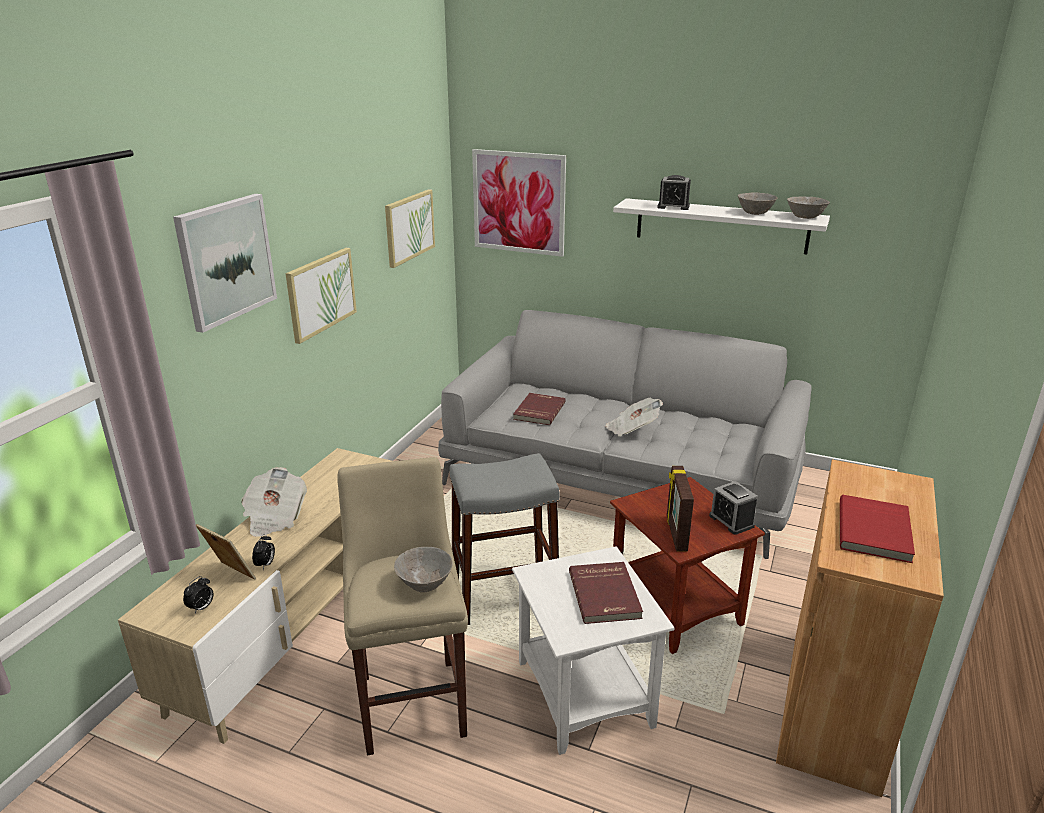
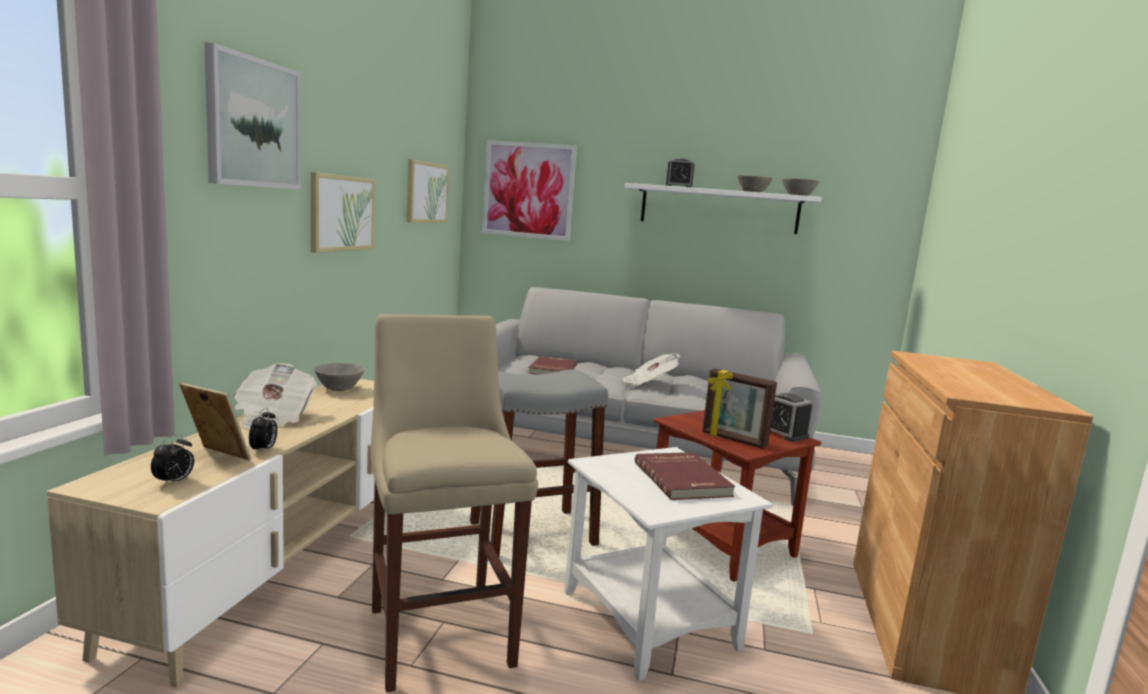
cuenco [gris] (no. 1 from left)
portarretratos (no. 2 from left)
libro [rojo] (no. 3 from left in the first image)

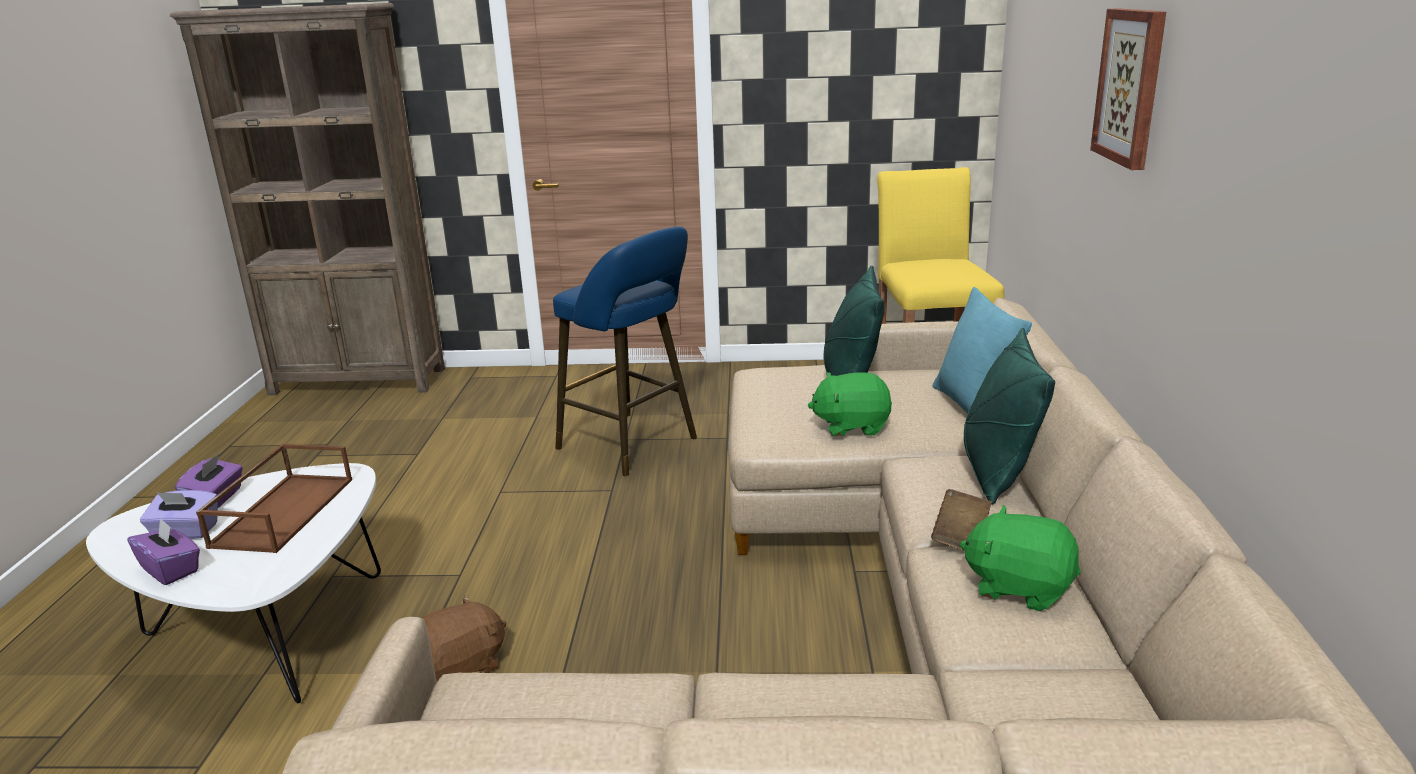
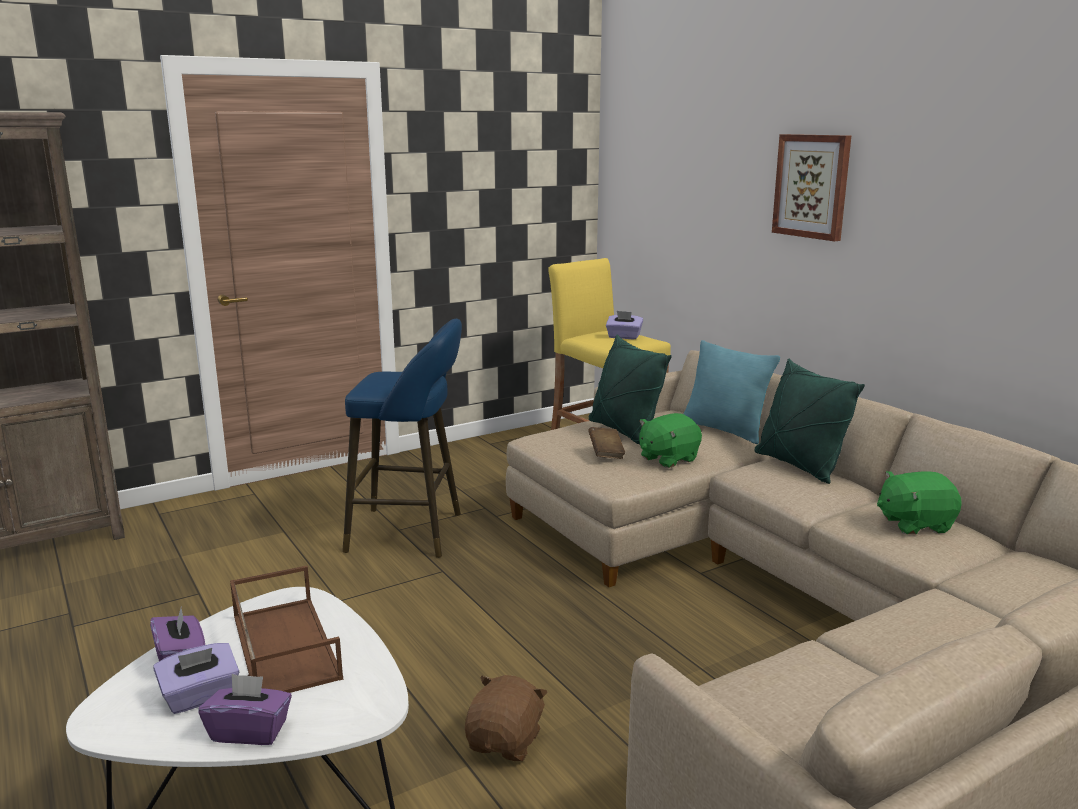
libro [marrón]
caja de pañuelos [morado] (no. 4 from left)

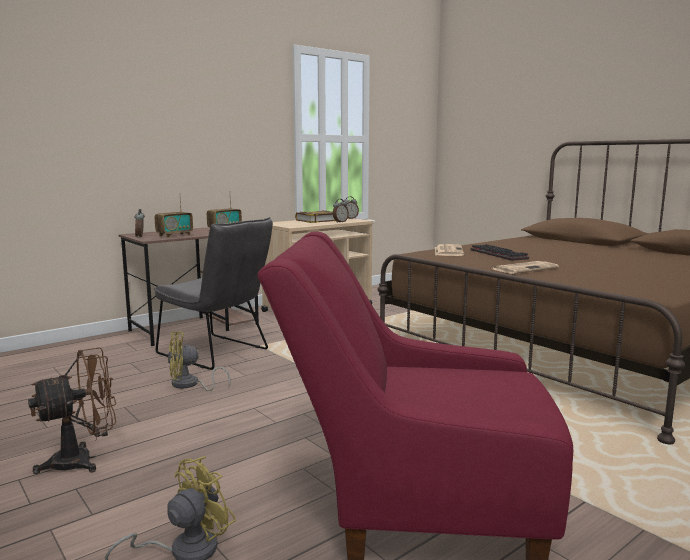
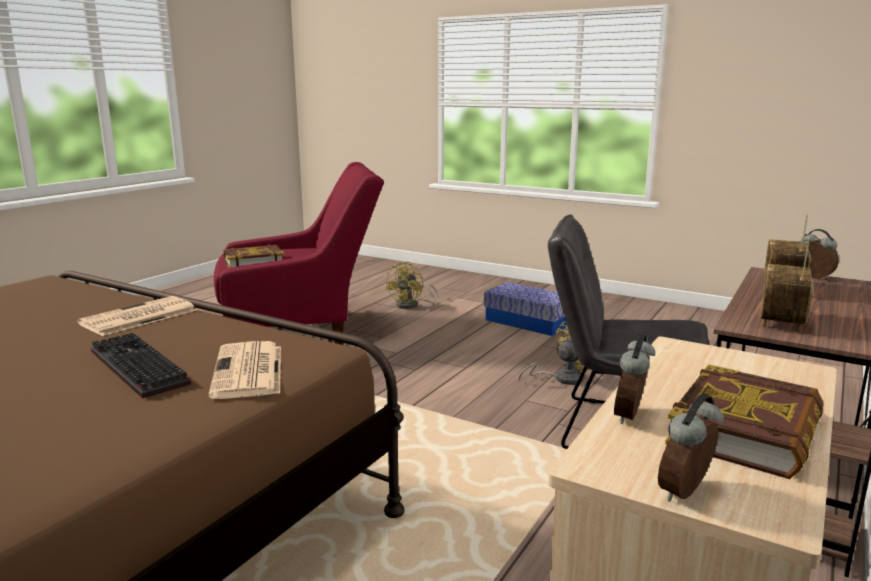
libro (no. 1 from left)
caja de almacenaje

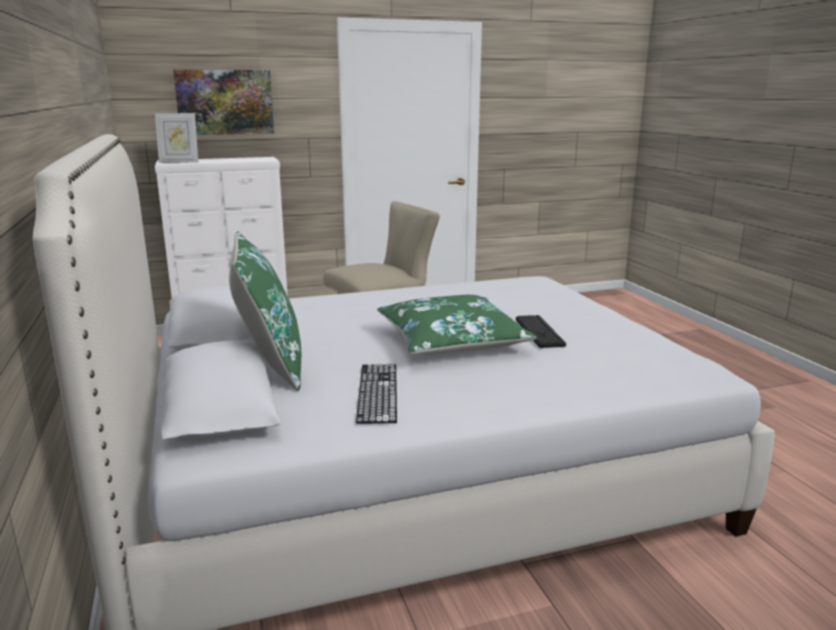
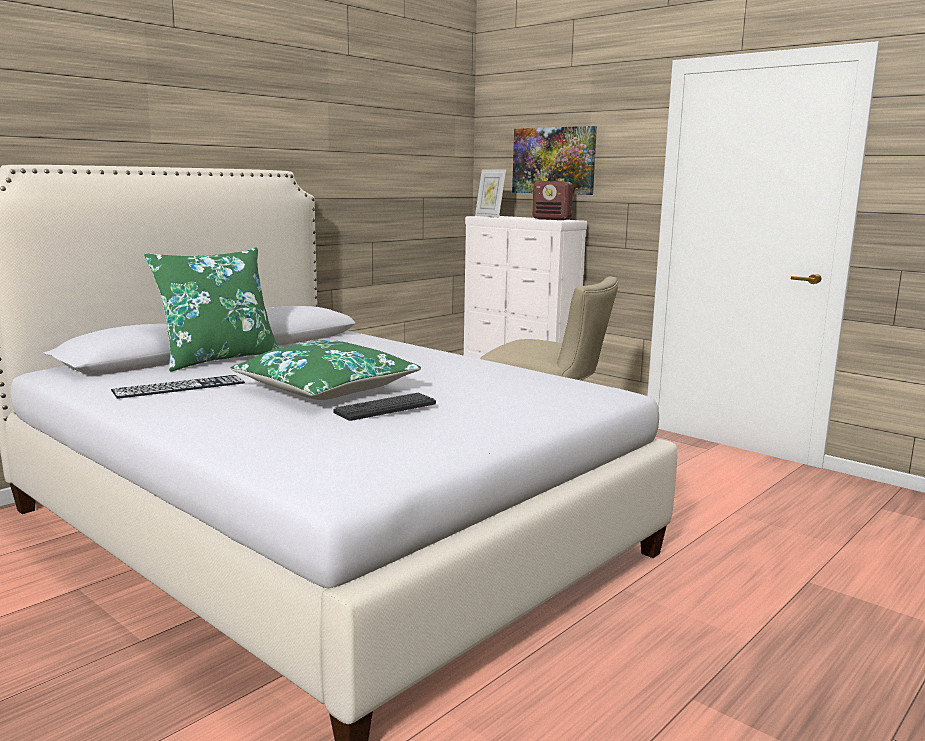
radio

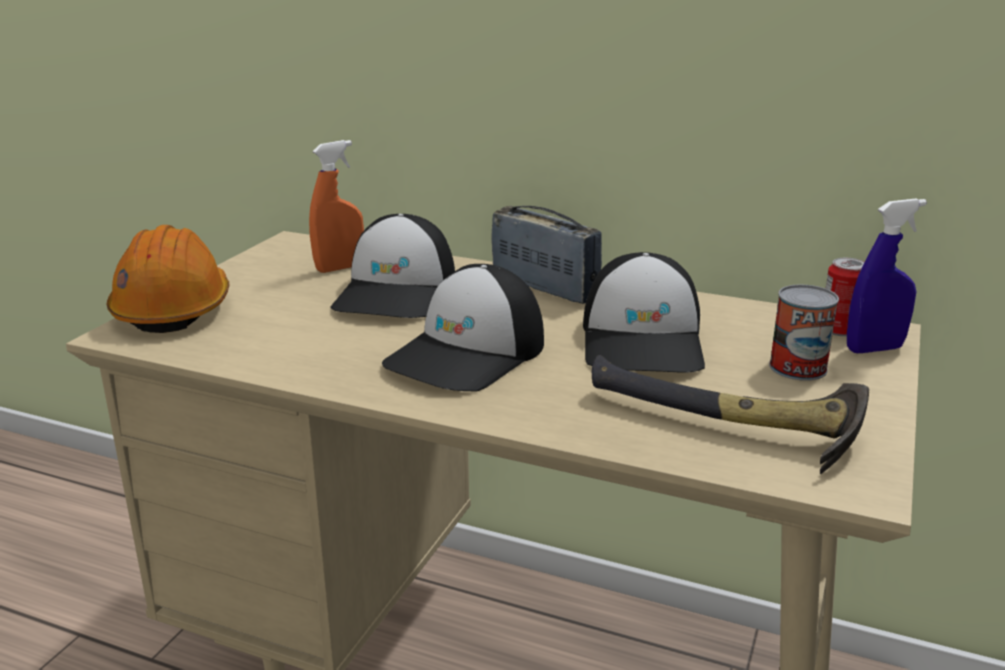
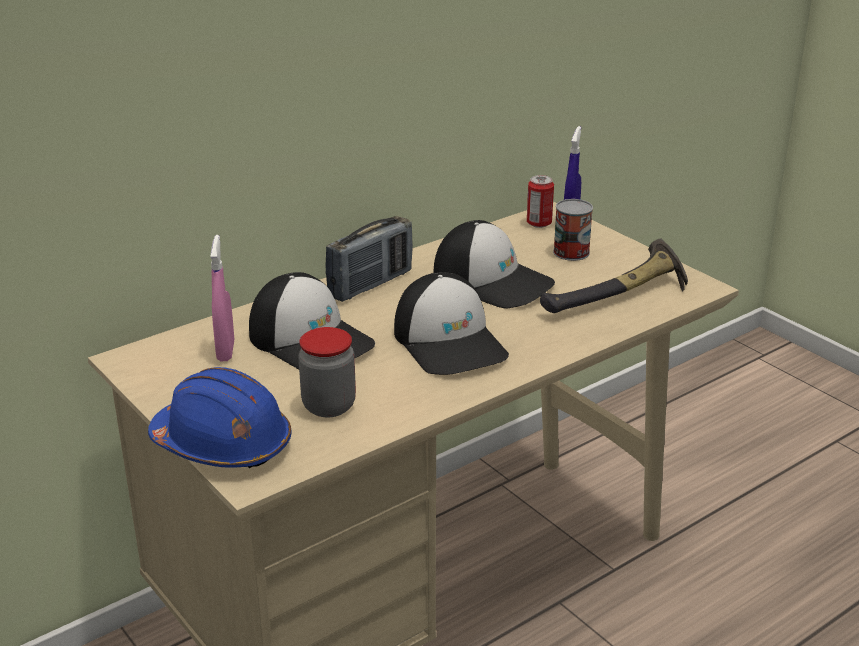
casco [azul]
pulverizador [rosa]
tarro
radio

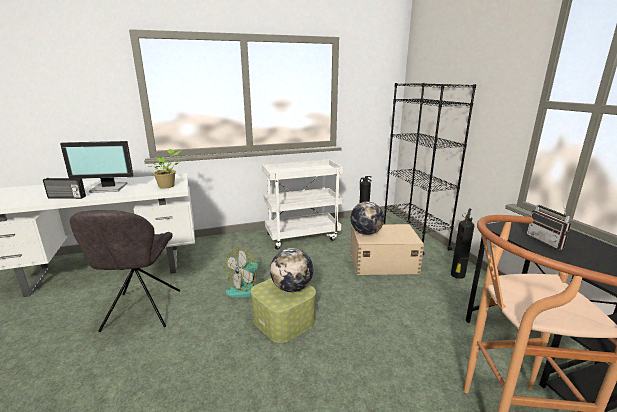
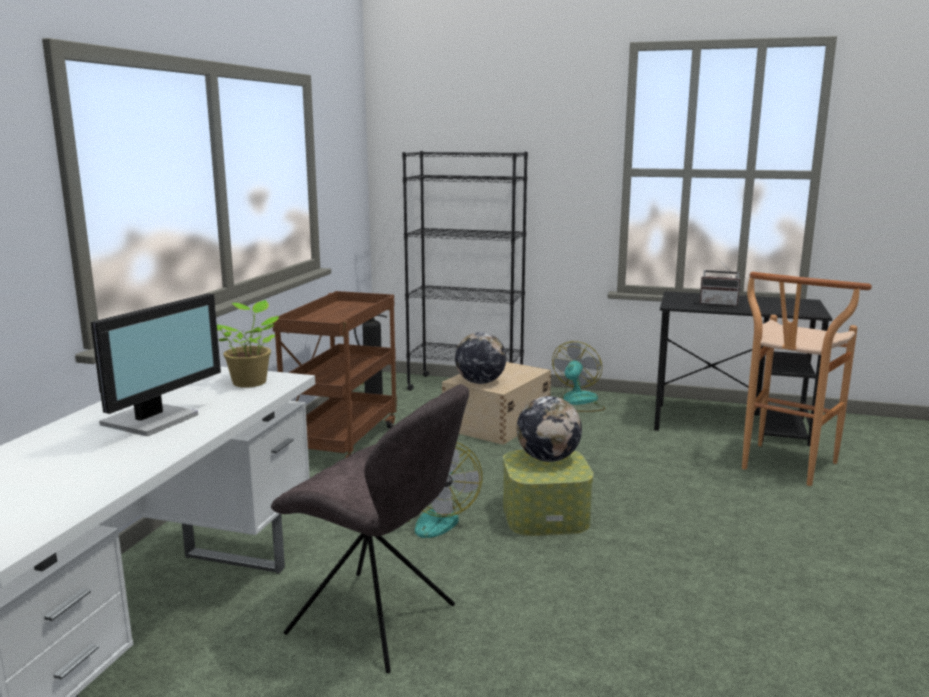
carrito [marrón]
ventilador (no. 2 from left)
radio (no. 1 from left in the first image)

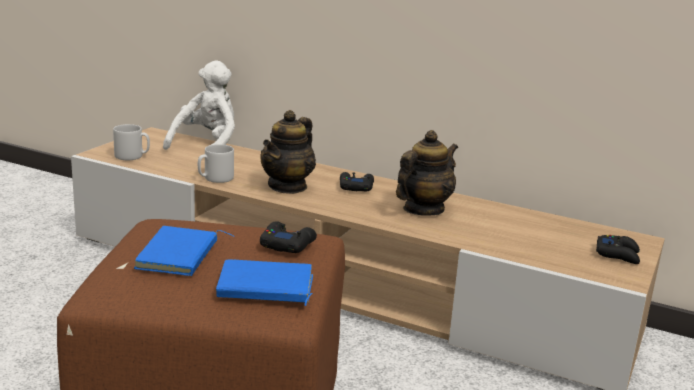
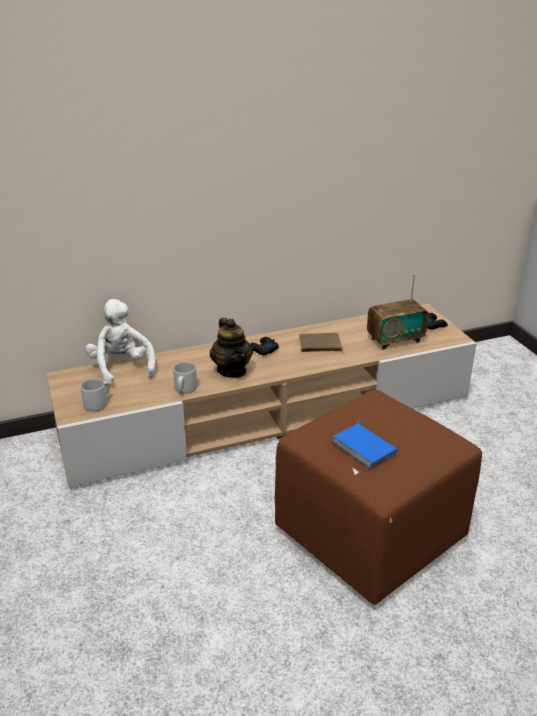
libro [marrón]
radio
libro [azul] (no. 2 from left in the first image)
mando de consola [negro] (no. 1 from left in the first image)

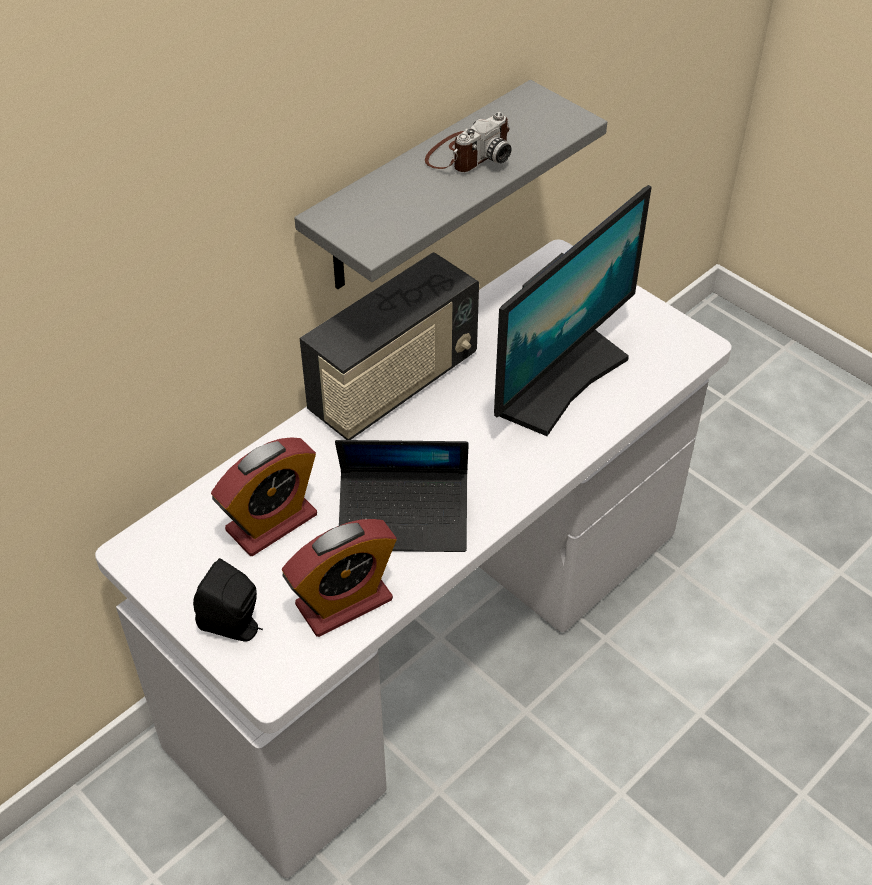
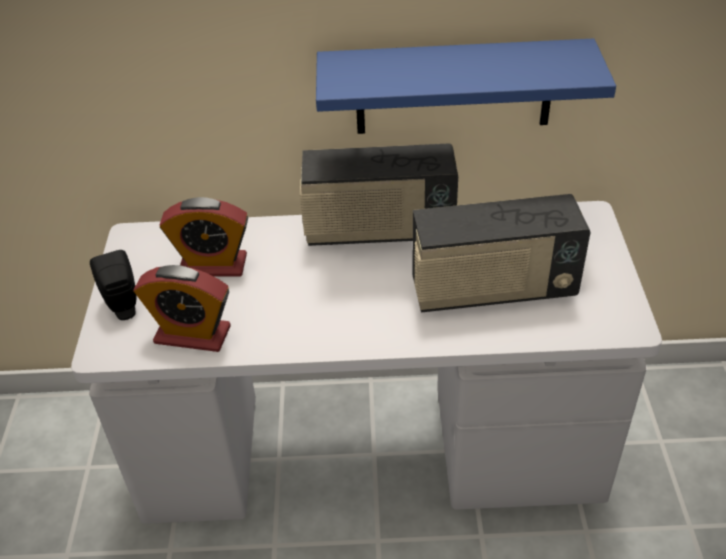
estante [azul]
radio (no. 2 from left)
portátil
cámara

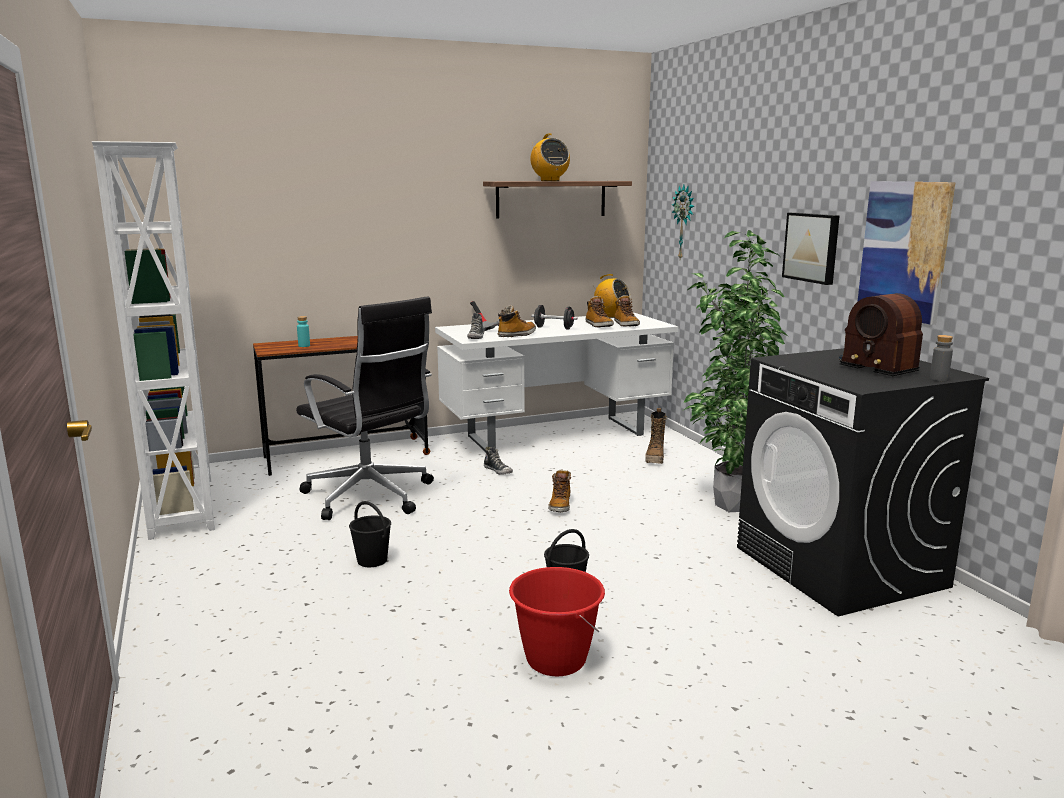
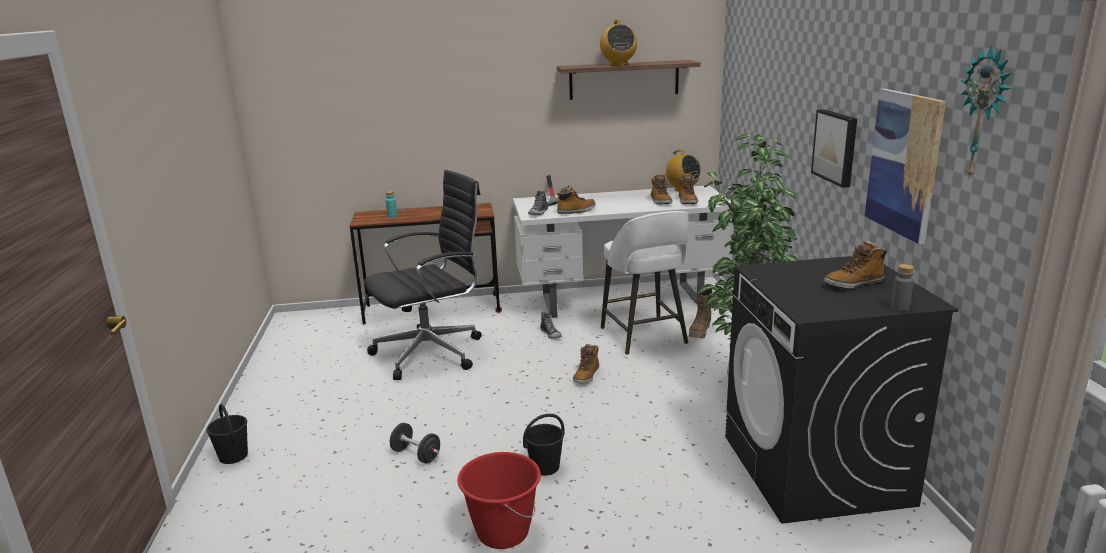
cubo [negro] (no. 1 from left)
silla de oficina [negro]
mancuerna [negro]
taburete [blanco]
bota (no. 6 from left)
reloj de pared
estantería [blanco]

